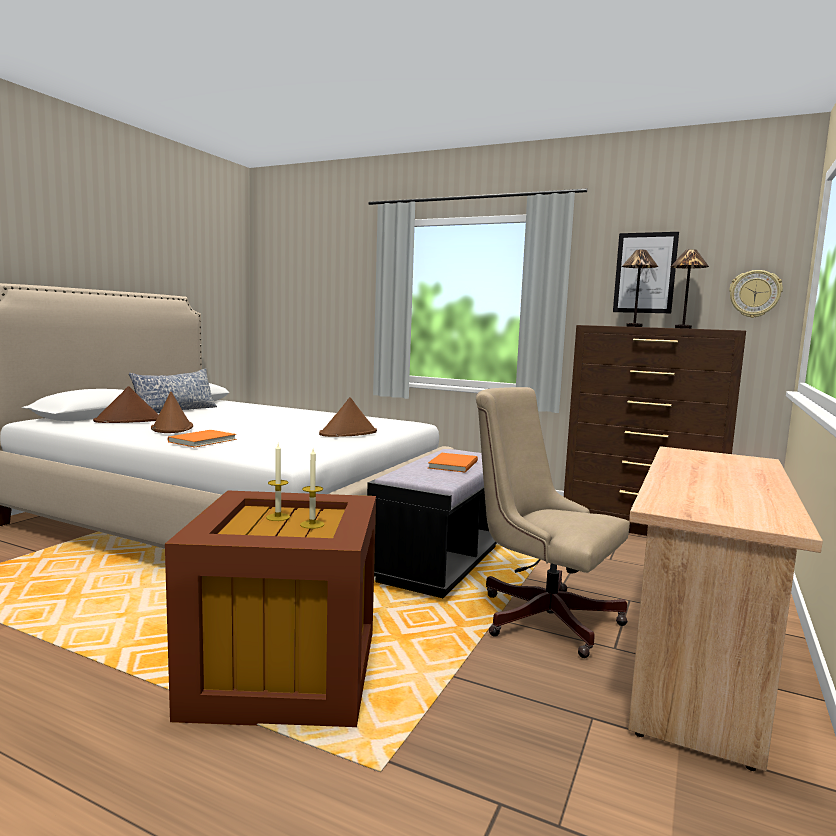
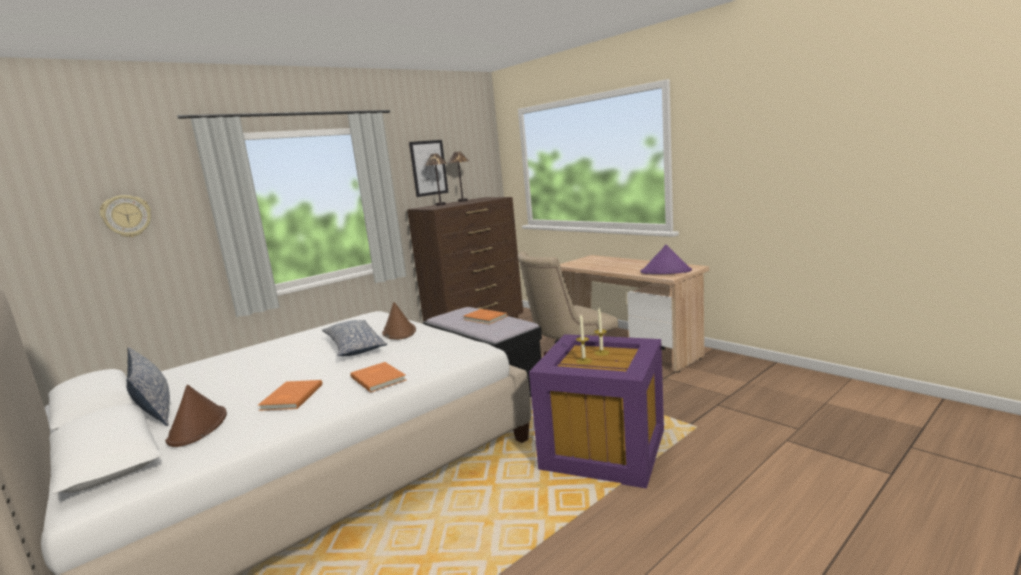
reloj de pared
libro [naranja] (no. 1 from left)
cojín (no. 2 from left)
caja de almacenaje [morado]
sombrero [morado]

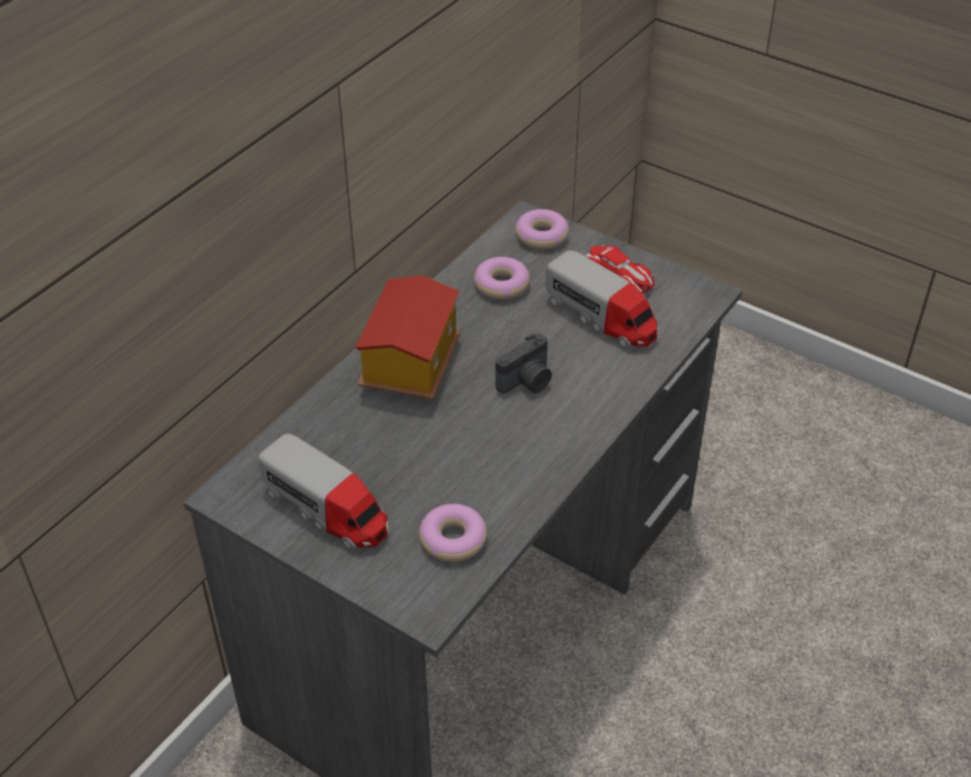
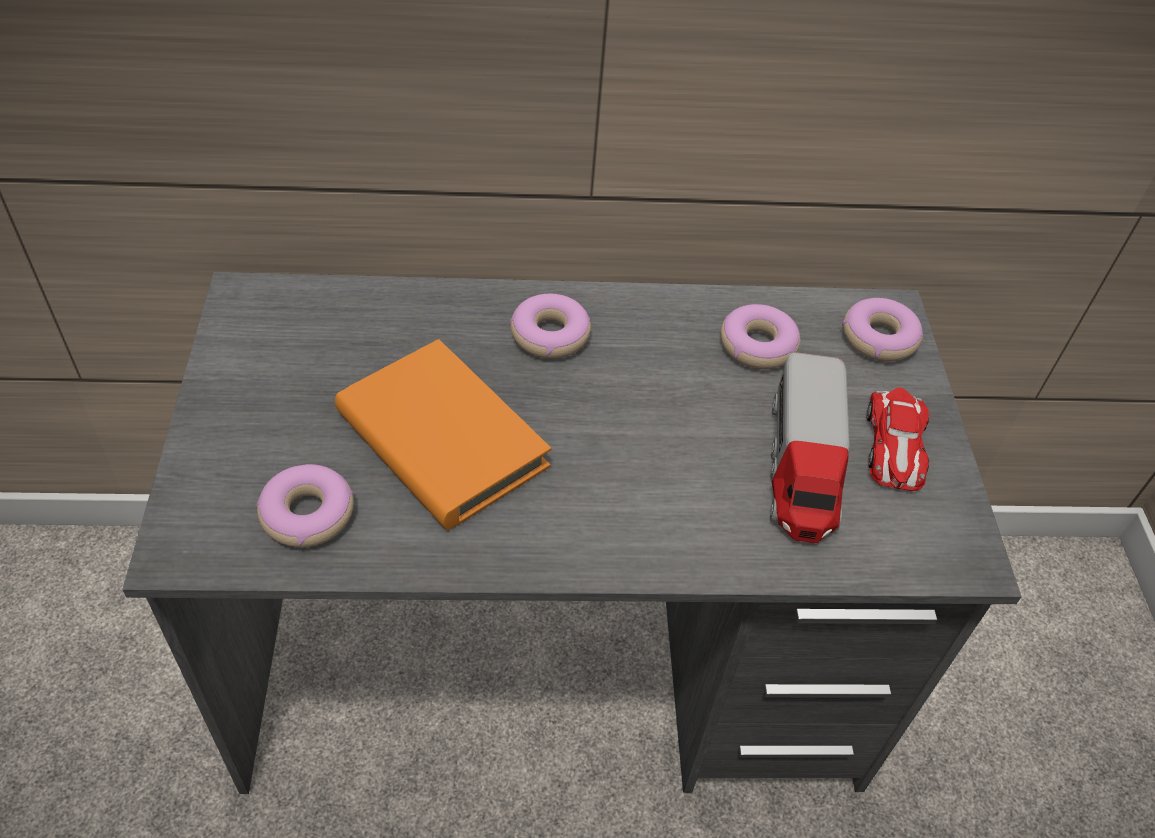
libro [naranja]
rosquilla (no. 2 from left)
camión de juguete (no. 1 from left in the first image)
cámara

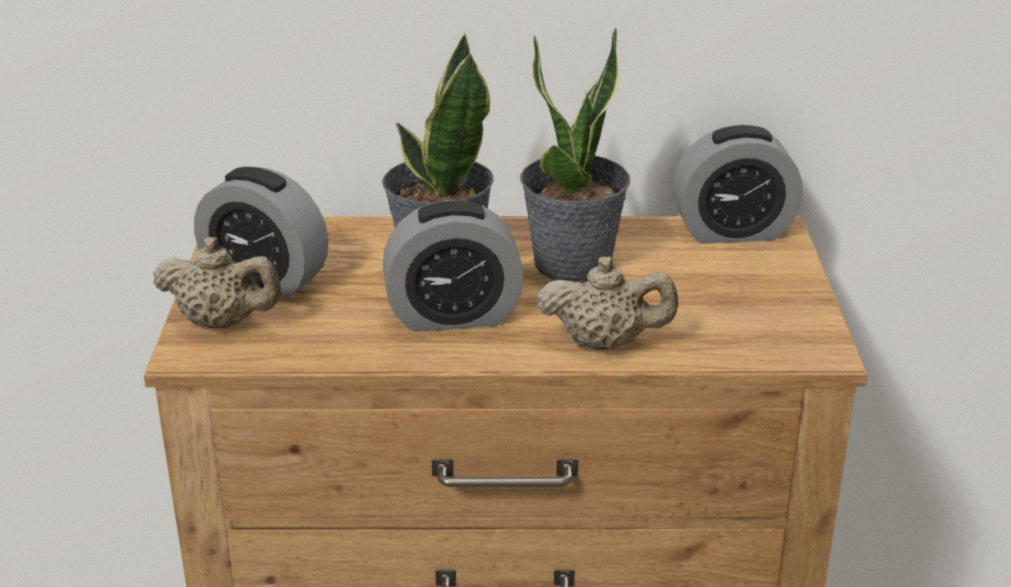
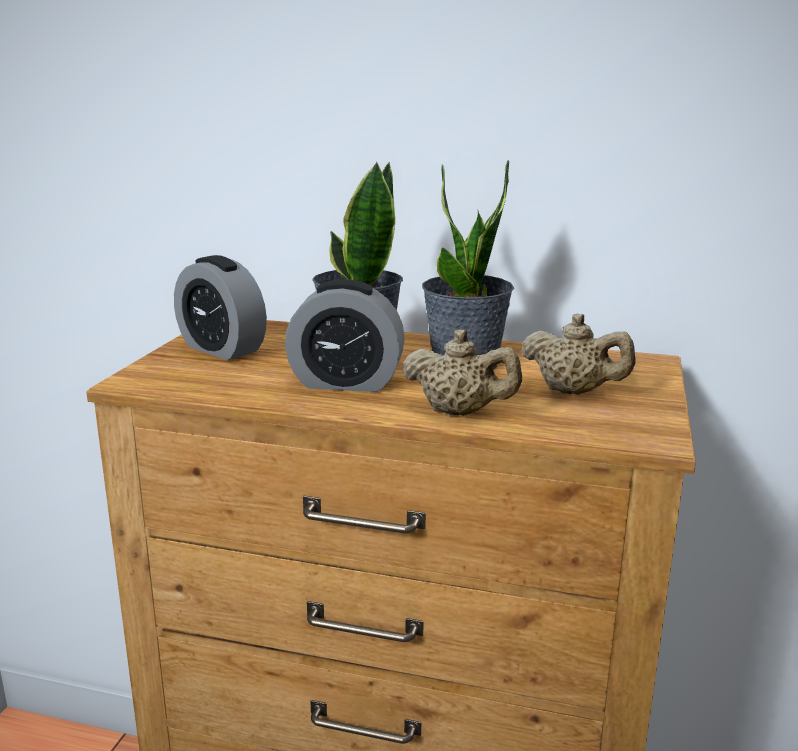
tetera [beis] (no. 2 from left)
despertador (no. 3 from left in the first image)

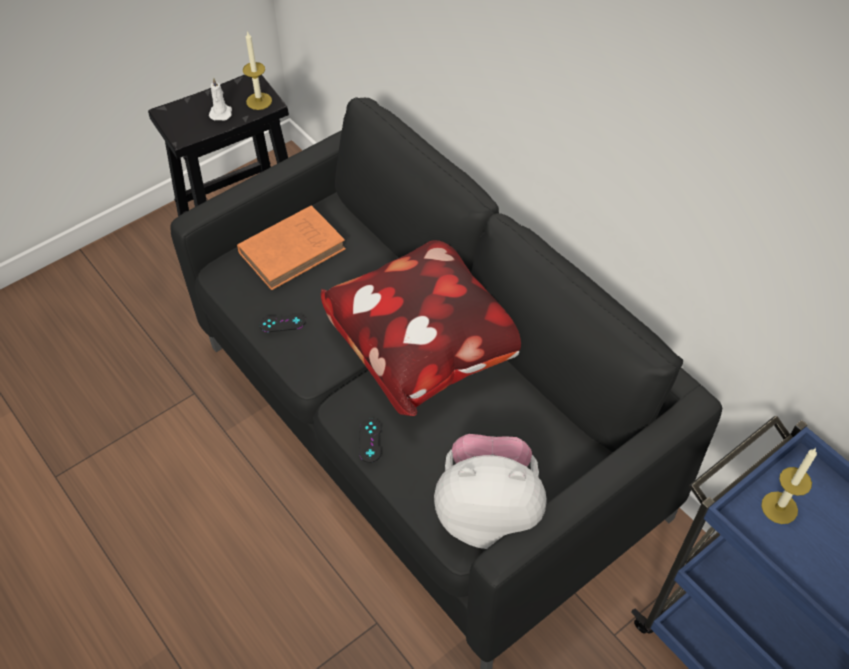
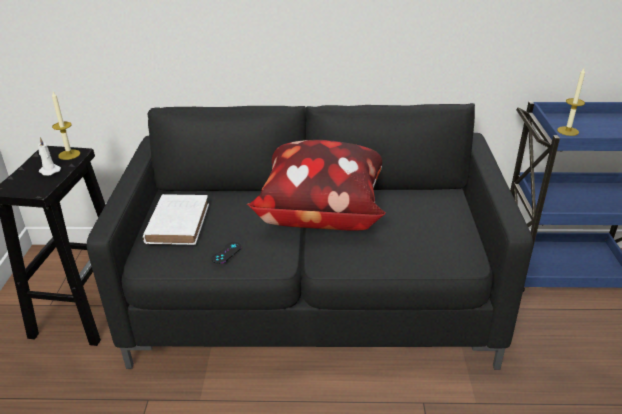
libro [blanco]
mando de consola [negro] (no. 2 from left in the first image)
peluche

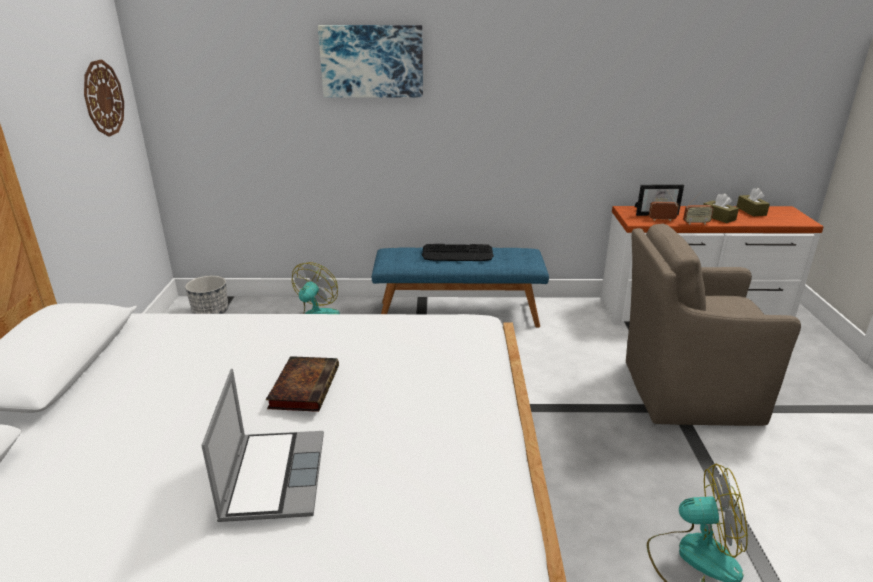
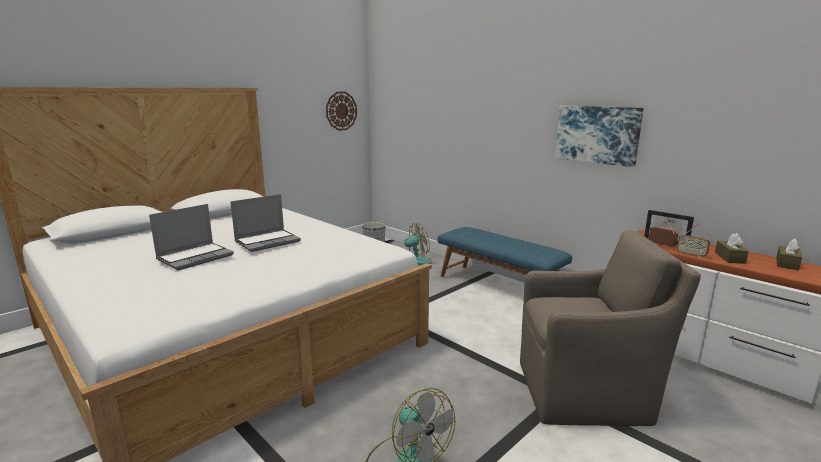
portátil (no. 2 from left)
sillón [marrón]
cuadro
teclado

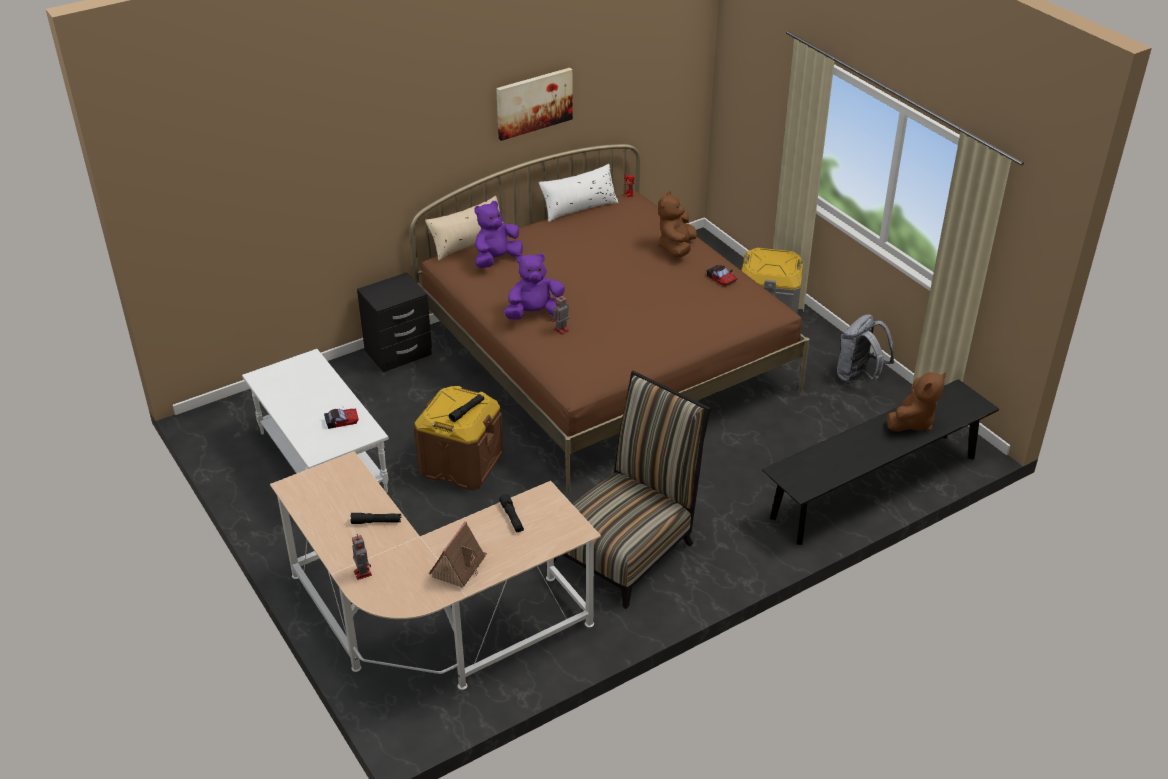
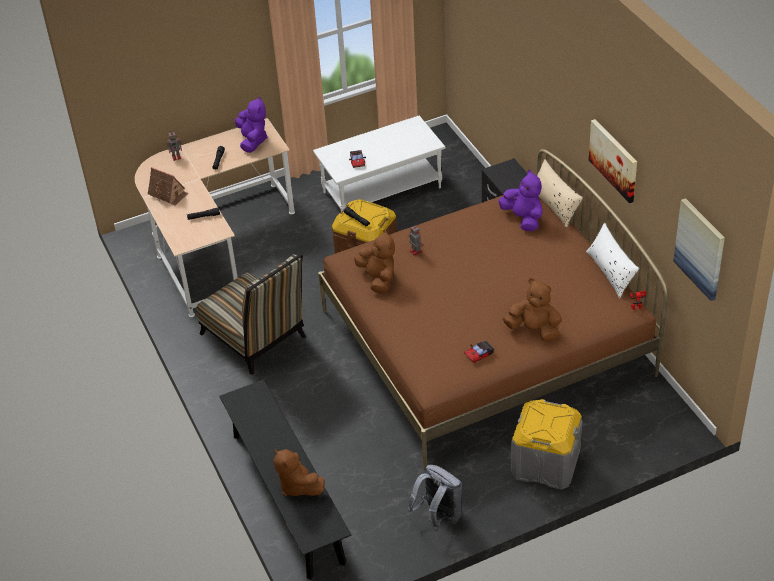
peluche [morado] (no. 1 from left)
peluche [marrón] (no. 2 from left)
cuadro (no. 2 from left)

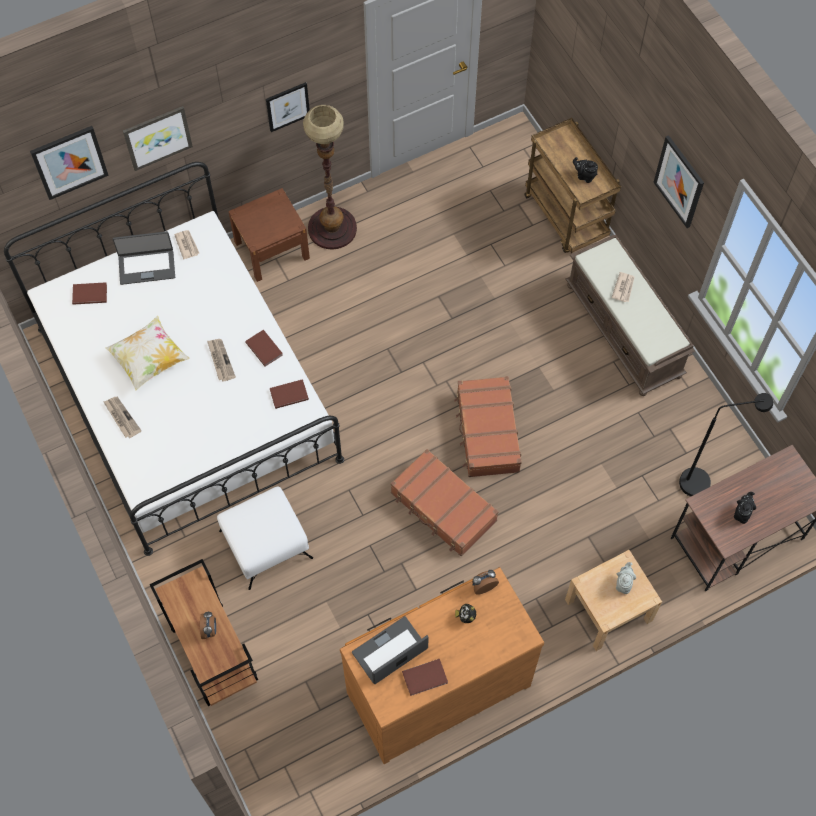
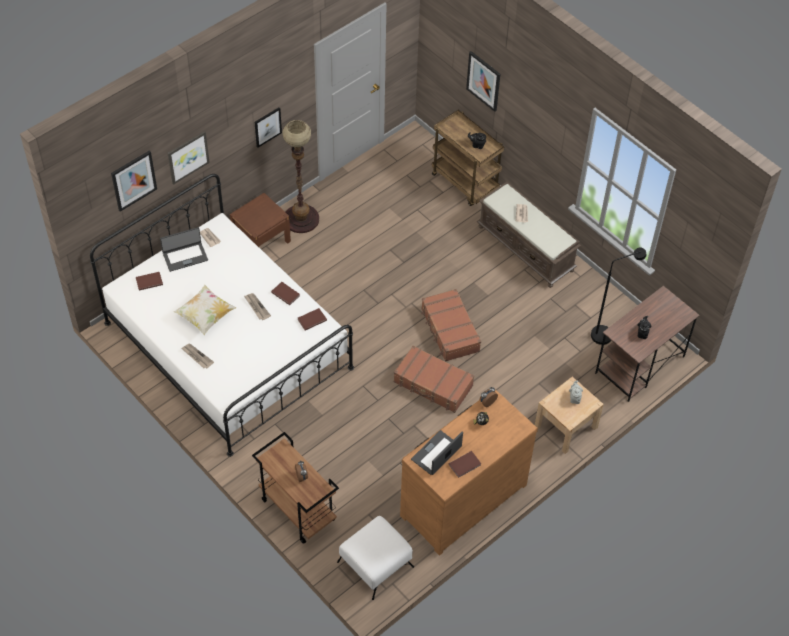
puf [blanco]
cuadro (no. 4 from left)

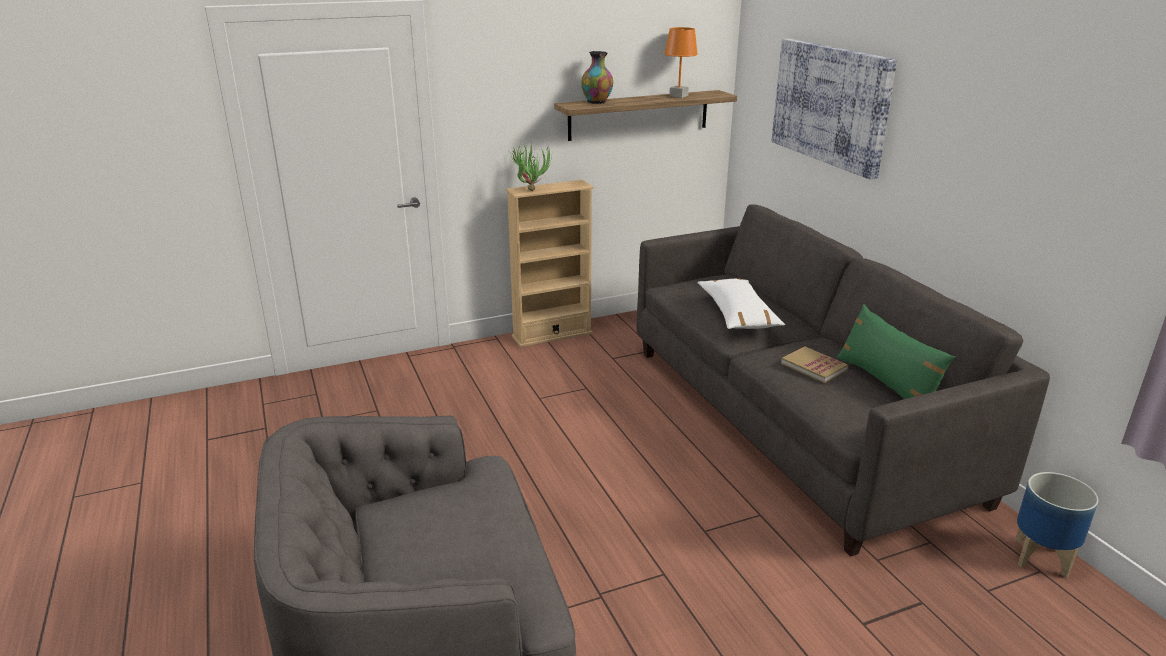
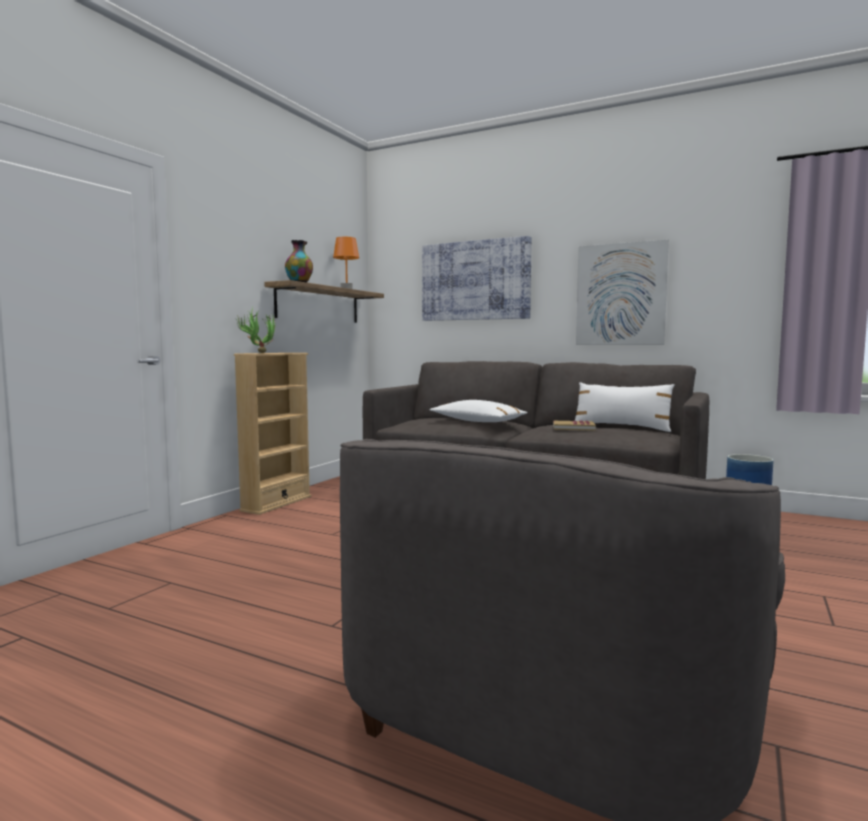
cojín [blanco] (no. 2 from left)
cuadro (no. 2 from left)

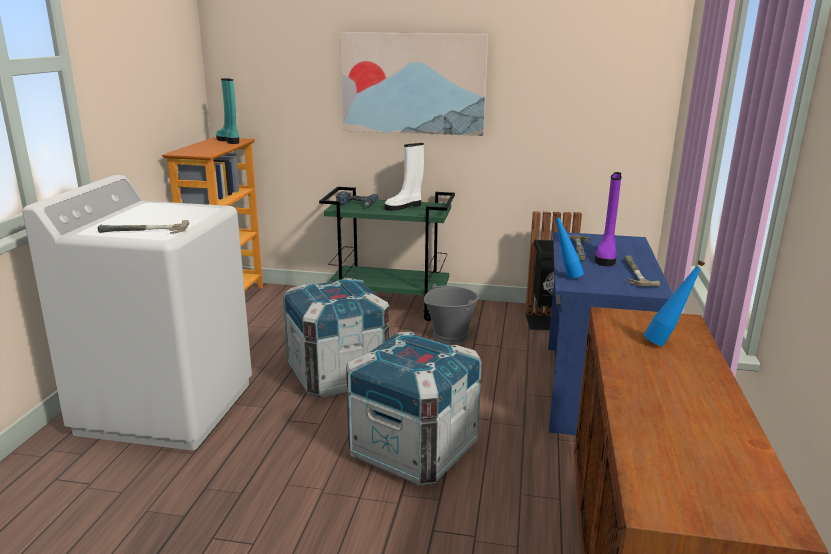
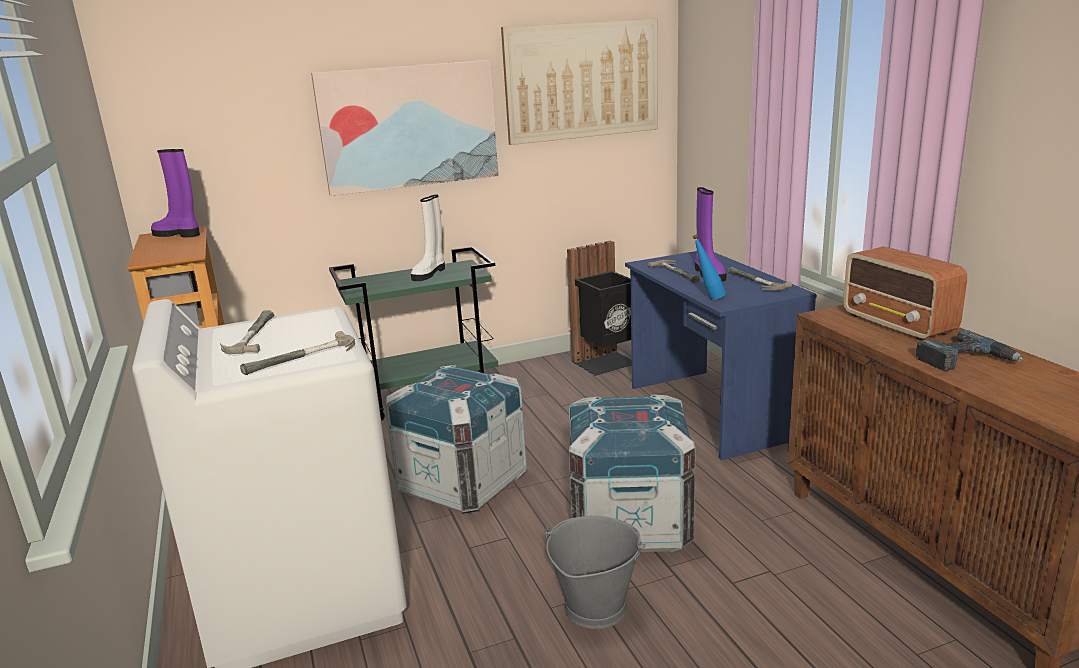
bota [morado] (no. 1 from left)
martillo (no. 1 from left)
cuadro (no. 2 from left)
cubo [gris]
radio
taladro

